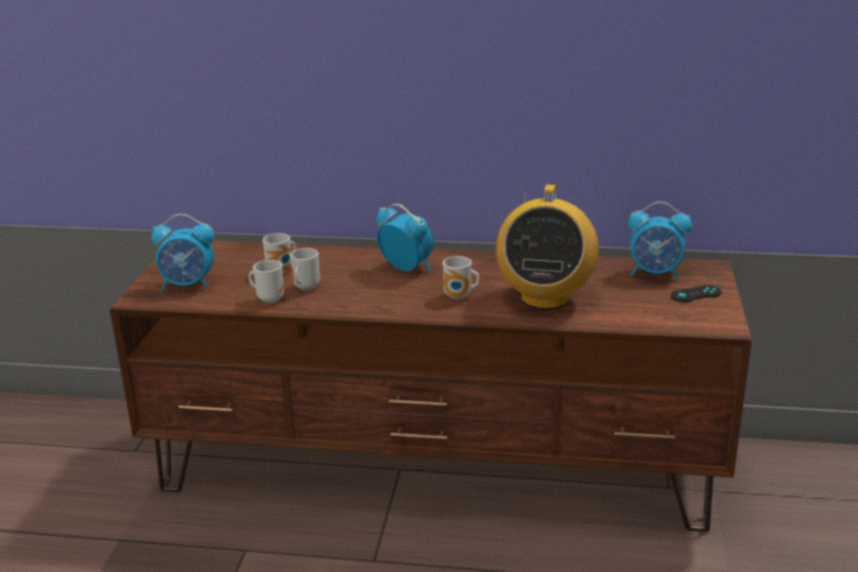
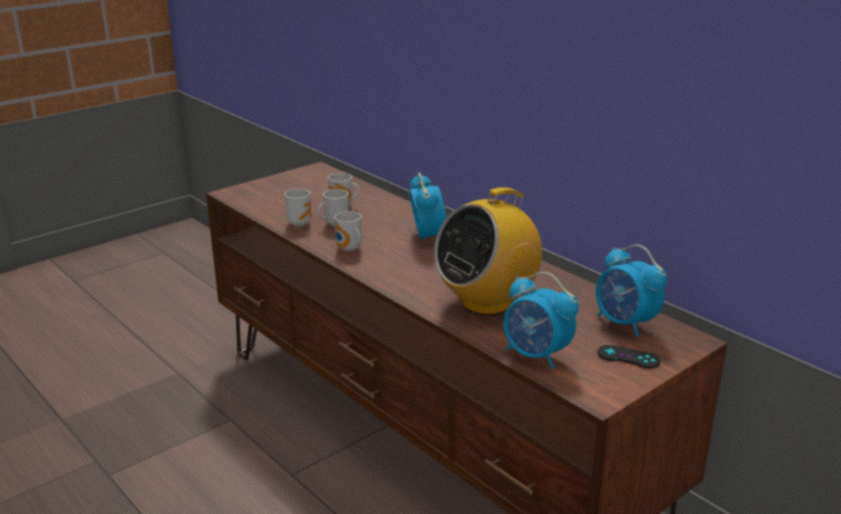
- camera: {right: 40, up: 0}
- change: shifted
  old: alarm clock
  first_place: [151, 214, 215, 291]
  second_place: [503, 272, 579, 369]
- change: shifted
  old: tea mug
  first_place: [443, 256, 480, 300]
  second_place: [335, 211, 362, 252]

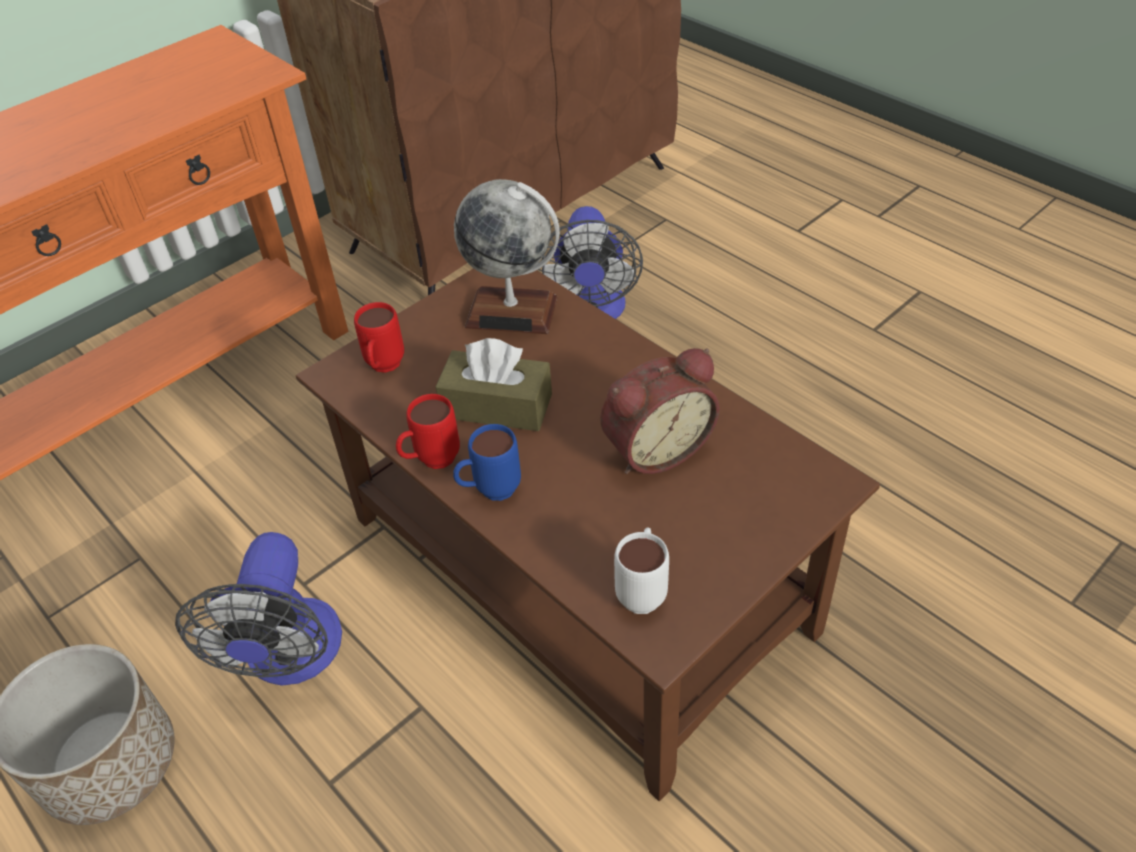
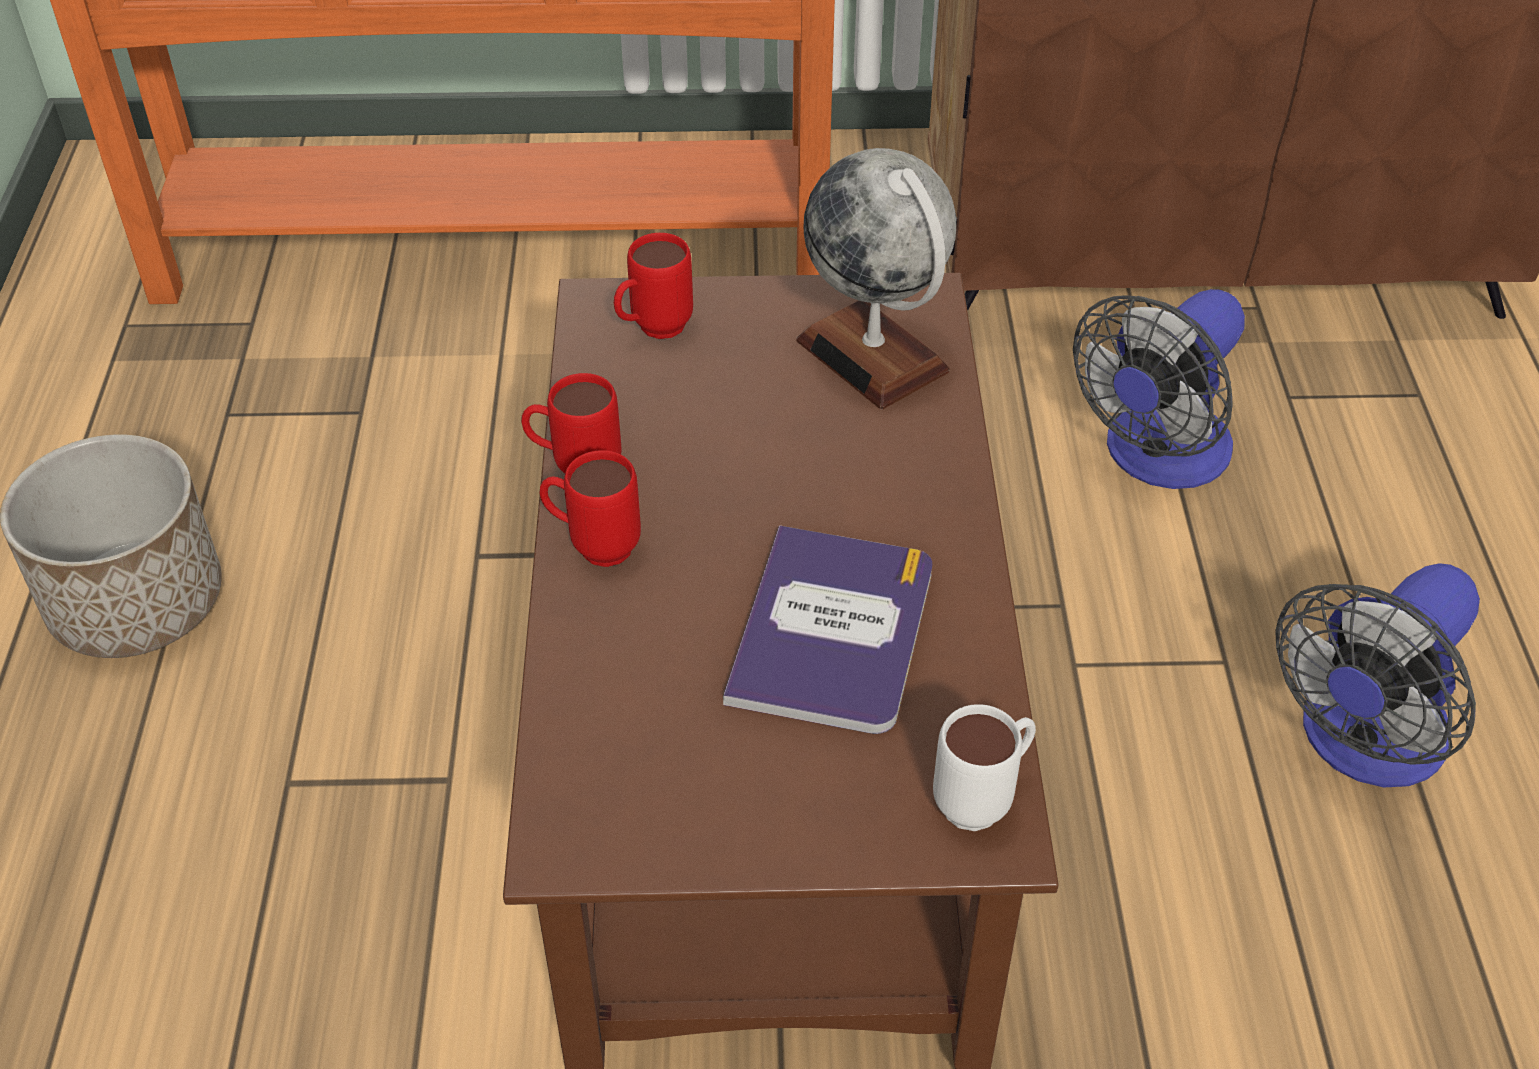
- camera: {right: 40, up: 0}
- change: gone
  old: brown tissue holder
  first_place: [435, 338, 552, 431]
- change: swapped
  old: alarm clock
  new: bound book
  first_place: [600, 348, 720, 474]
  second_place: [723, 525, 932, 734]
- change: repainted
  old: blue tea mug
  new: reddish tea mug
  first_place: [453, 424, 521, 501]
  second_place: [540, 450, 641, 567]
- change: shifted
  old: white tea mug
  first_place: [614, 527, 669, 614]
  second_place: [933, 704, 1036, 831]
- change: shifted
  old: fan
  first_place: [175, 532, 342, 686]
  second_place: [1275, 563, 1480, 787]

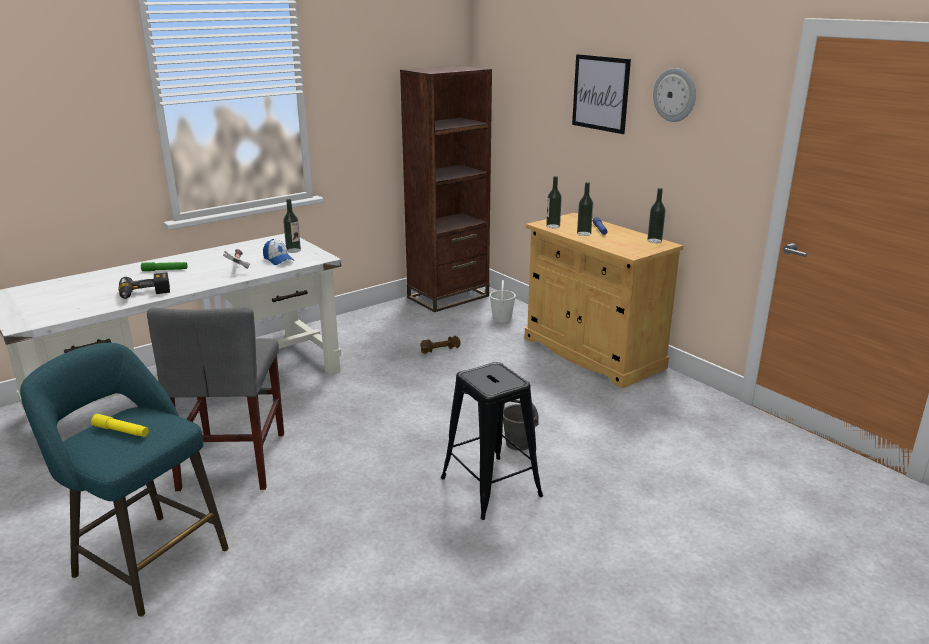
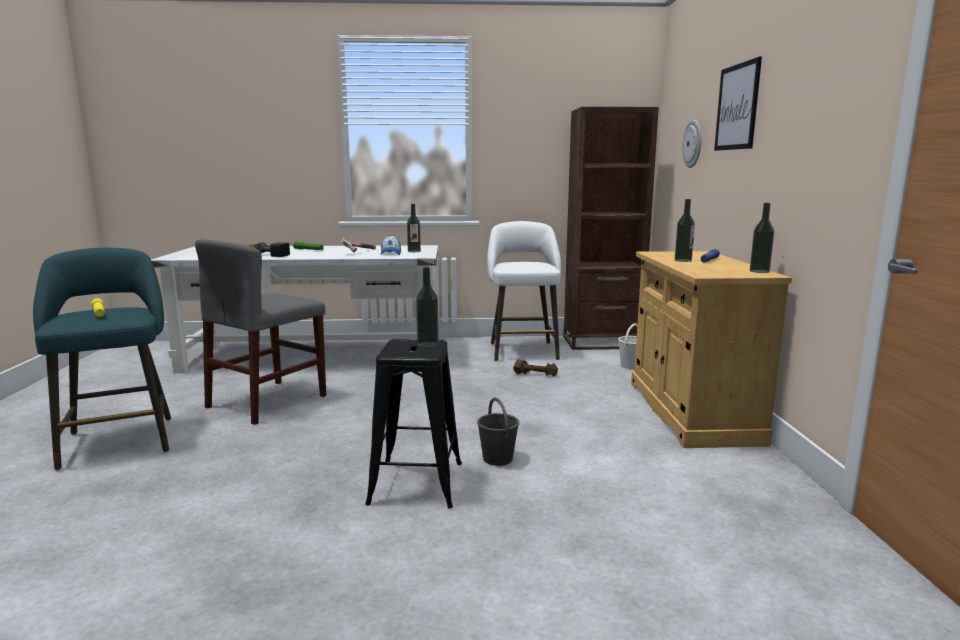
- camera: {right: 35, up: -10}
- change: shifted
  old: hanging clock
  first_place: [653, 68, 696, 122]
  second_place: [682, 120, 701, 168]
- change: shifted
  old: beverage bottle
  first_place: [546, 176, 562, 228]
  second_place: [416, 267, 439, 348]
- change: new
  new: white stool
  second_place: [487, 221, 561, 361]

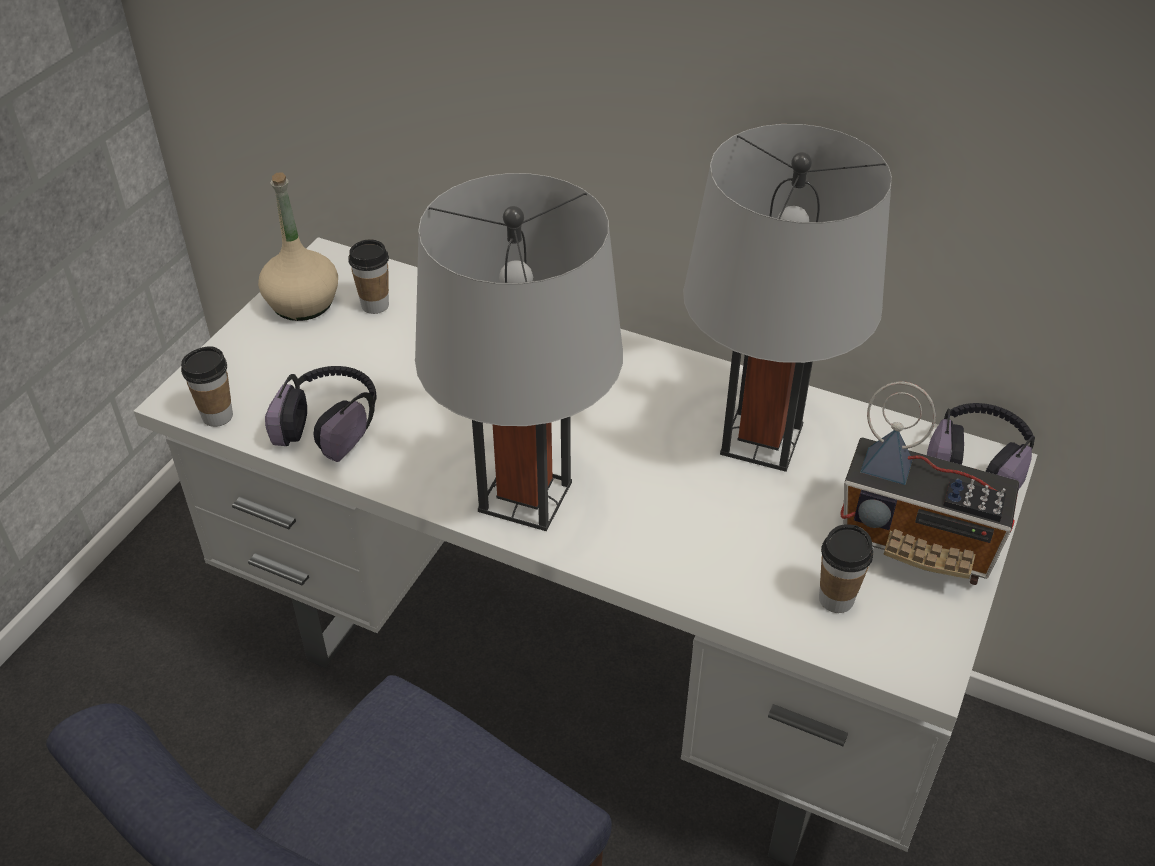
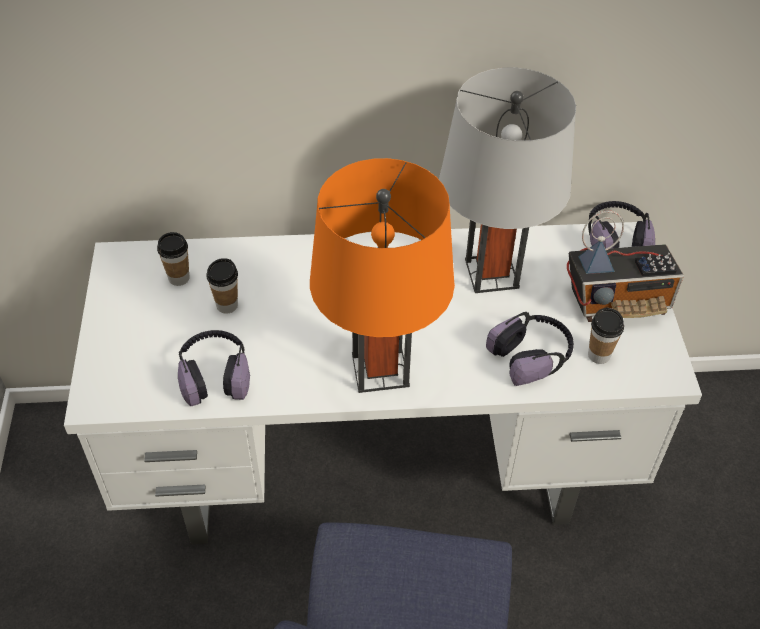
- camera: {right: -30, up: 5}
- change: gone
  old: beige beverage bottle
  first_place: [258, 173, 338, 321]
- change: repainted
  old: gray tabletop lamp
  new: orange tabletop lamp
  first_place: [415, 173, 623, 531]
  second_place: [310, 158, 455, 393]
- change: shifted
  old: cup
  first_place: [181, 346, 233, 427]
  second_place: [206, 258, 238, 314]
- change: new
  new: headphones
  second_place: [486, 312, 574, 386]

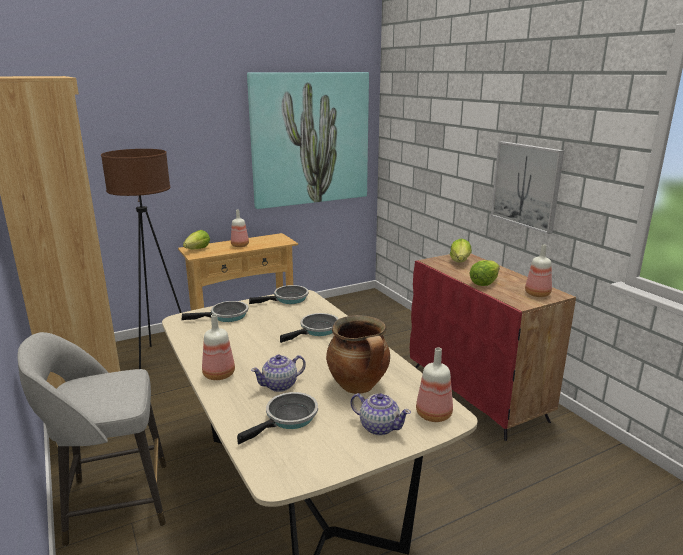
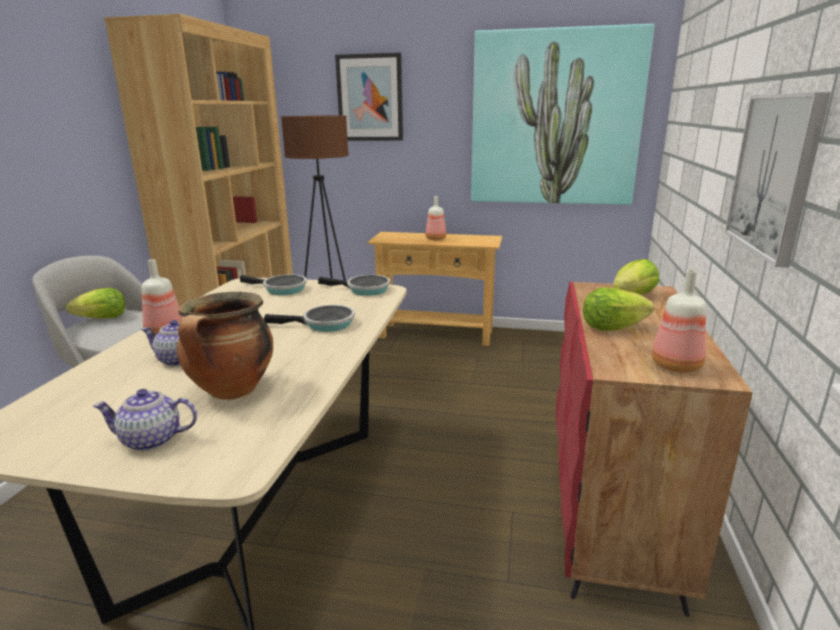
- camera: {right: 40, up: 0}
- change: shifted
  old: lettuce
  first_place: [183, 230, 210, 249]
  second_place: [66, 288, 125, 319]
- change: gone
  old: beverage bottle
  first_place: [416, 347, 453, 422]
- change: gone
  old: frying pan
  first_place: [237, 392, 318, 444]
- change: rotated
  old: pot for tea
  first_place: [351, 393, 411, 436]
  second_place: [93, 389, 197, 451]
  degrees: 105
- change: new
  new: wall picture
  second_place: [335, 53, 403, 141]

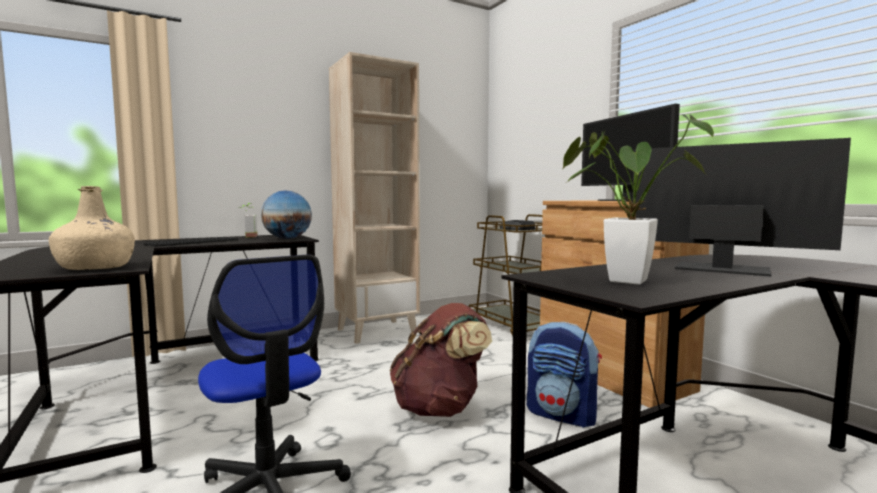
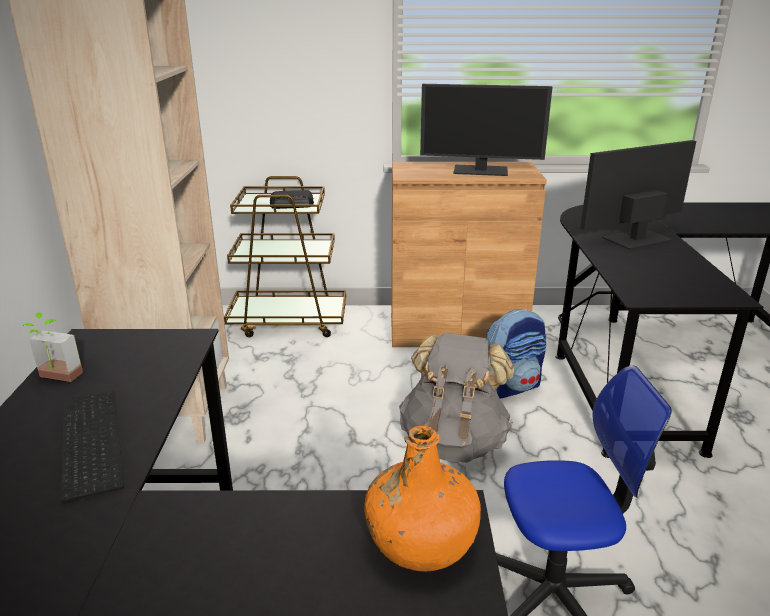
- camera: {right: -60, up: 20}
- change: gone
  old: plant in a pot
  first_place: [563, 114, 714, 285]
- change: repainted
  old: beige beverage bottle
  new: orange beverage bottle
  first_place: [49, 186, 135, 270]
  second_place: [364, 426, 481, 571]
- change: gone
  old: globe
  first_place: [261, 190, 312, 239]
- change: repainted
  old: brown backpack
  new: gray backpack
  first_place: [390, 303, 492, 417]
  second_place: [399, 333, 514, 463]

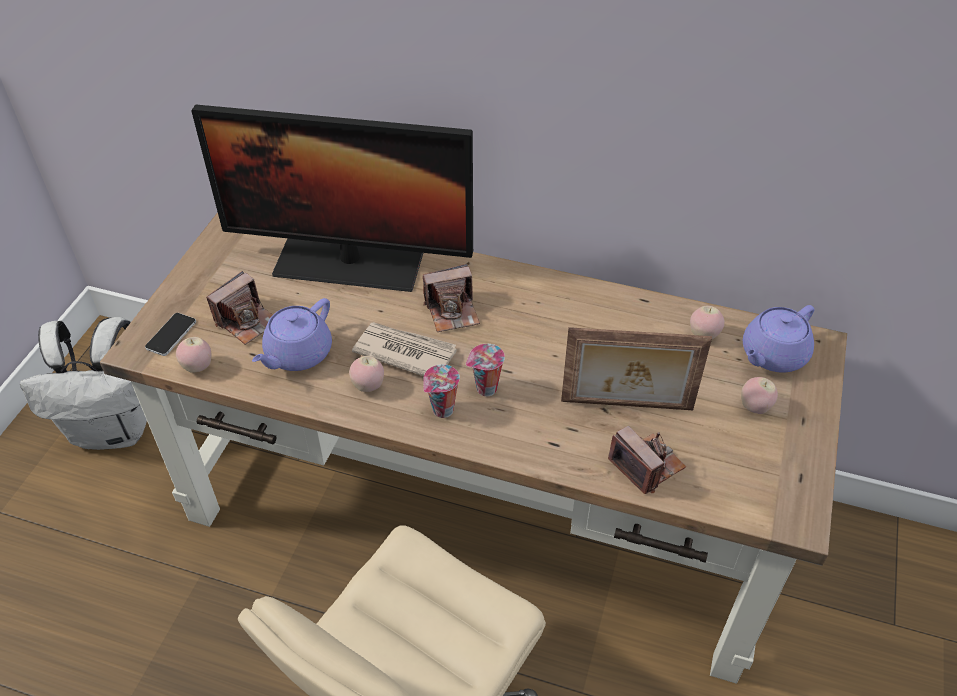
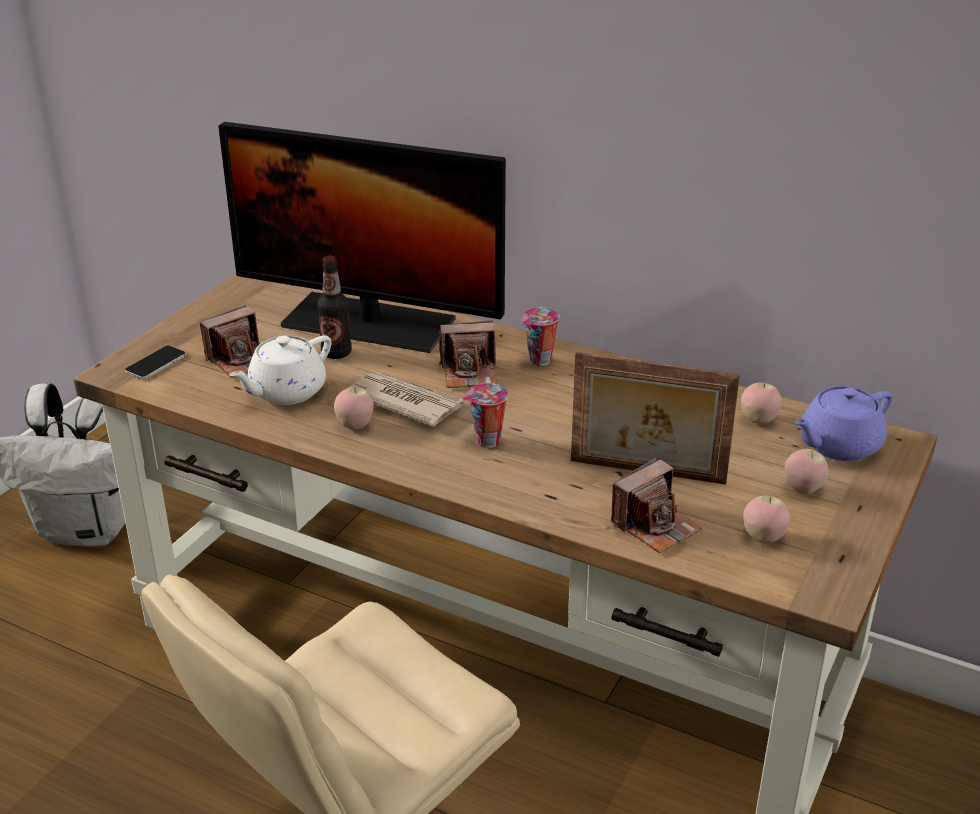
- camera: {right: 10, up: -15}
- change: repainted
  old: purple-coloured pot for tea
  new: white pot for tea
  first_place: [252, 298, 332, 371]
  second_place: [229, 335, 331, 405]
- change: shifted
  old: whole apple
  first_place: [176, 337, 211, 373]
  second_place: [743, 495, 790, 543]
- change: shifted
  old: cup
  first_place: [423, 364, 460, 418]
  second_place: [521, 307, 560, 366]
- change: rotated
  old: still camera
  first_place: [608, 426, 686, 494]
  second_place: [611, 457, 702, 553]
  degrees: 75
- change: new
  new: beverage bottle
  second_place: [317, 256, 352, 359]

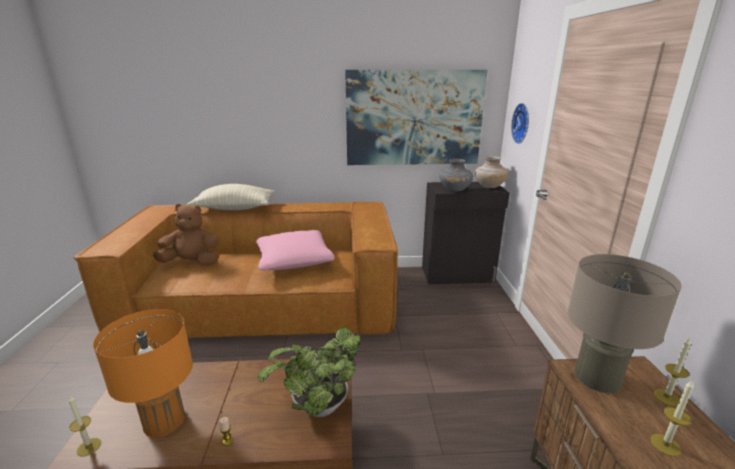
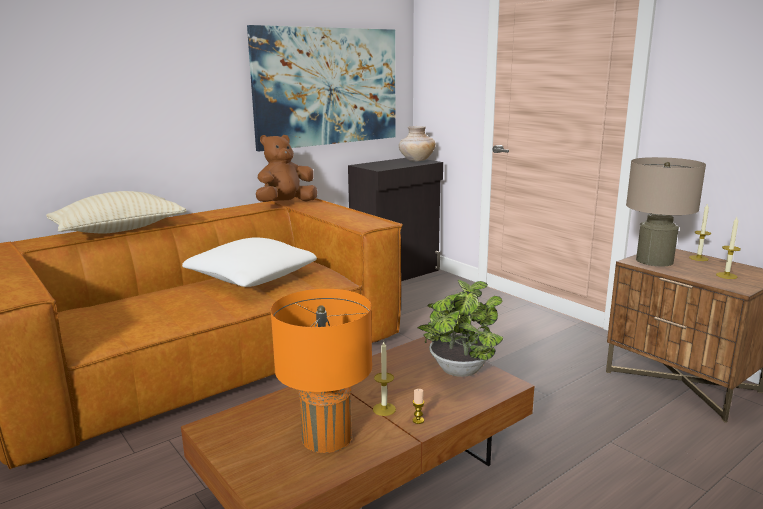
- camera: {right: -35, up: -5}
- change: gone
  old: hanging clock
  first_place: [511, 103, 529, 144]
- change: gone
  old: gray decorative vase
  first_place: [439, 159, 474, 191]
- change: shifted
  old: brown soft toy
  first_place: [153, 204, 219, 266]
  second_place: [256, 135, 317, 202]
- change: repainted
  old: pinkish cushion
  new: white cushion
  first_place: [256, 230, 334, 271]
  second_place: [182, 237, 317, 287]
- change: shifted
  old: wax candle
  first_place: [68, 396, 101, 456]
  second_place: [373, 341, 396, 416]

